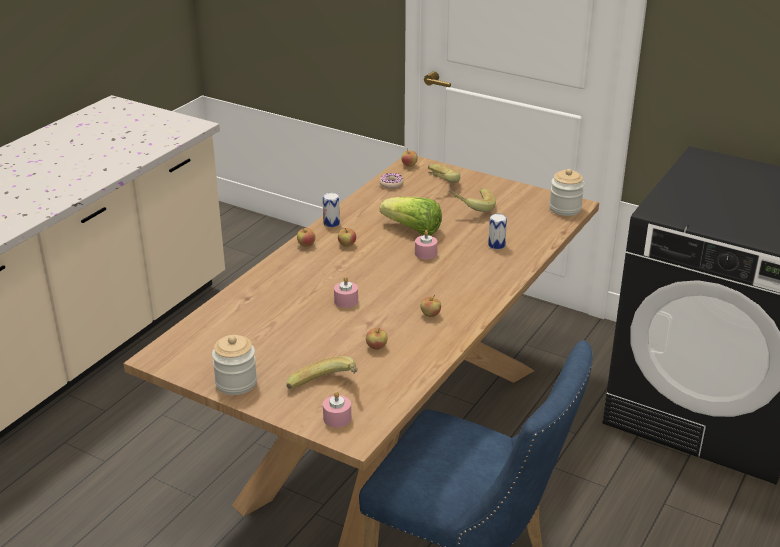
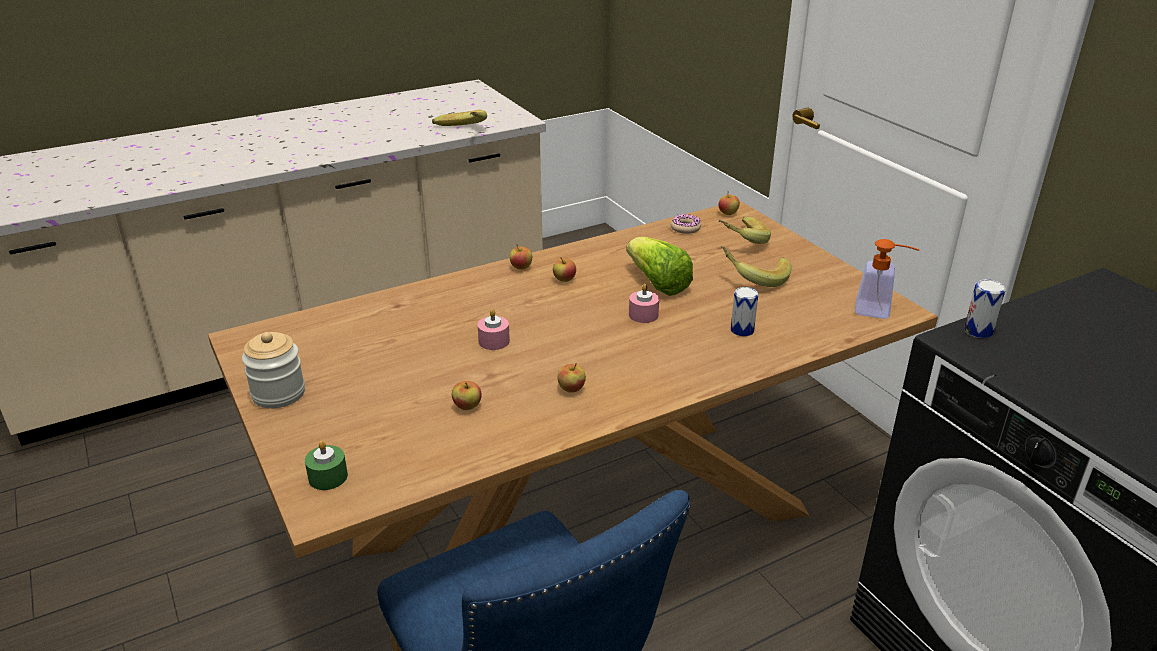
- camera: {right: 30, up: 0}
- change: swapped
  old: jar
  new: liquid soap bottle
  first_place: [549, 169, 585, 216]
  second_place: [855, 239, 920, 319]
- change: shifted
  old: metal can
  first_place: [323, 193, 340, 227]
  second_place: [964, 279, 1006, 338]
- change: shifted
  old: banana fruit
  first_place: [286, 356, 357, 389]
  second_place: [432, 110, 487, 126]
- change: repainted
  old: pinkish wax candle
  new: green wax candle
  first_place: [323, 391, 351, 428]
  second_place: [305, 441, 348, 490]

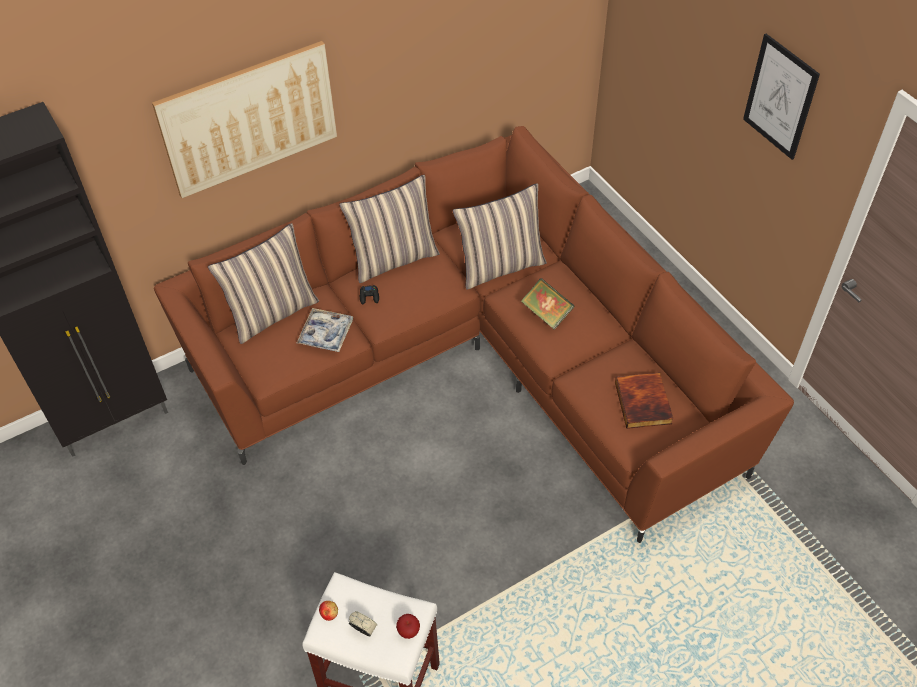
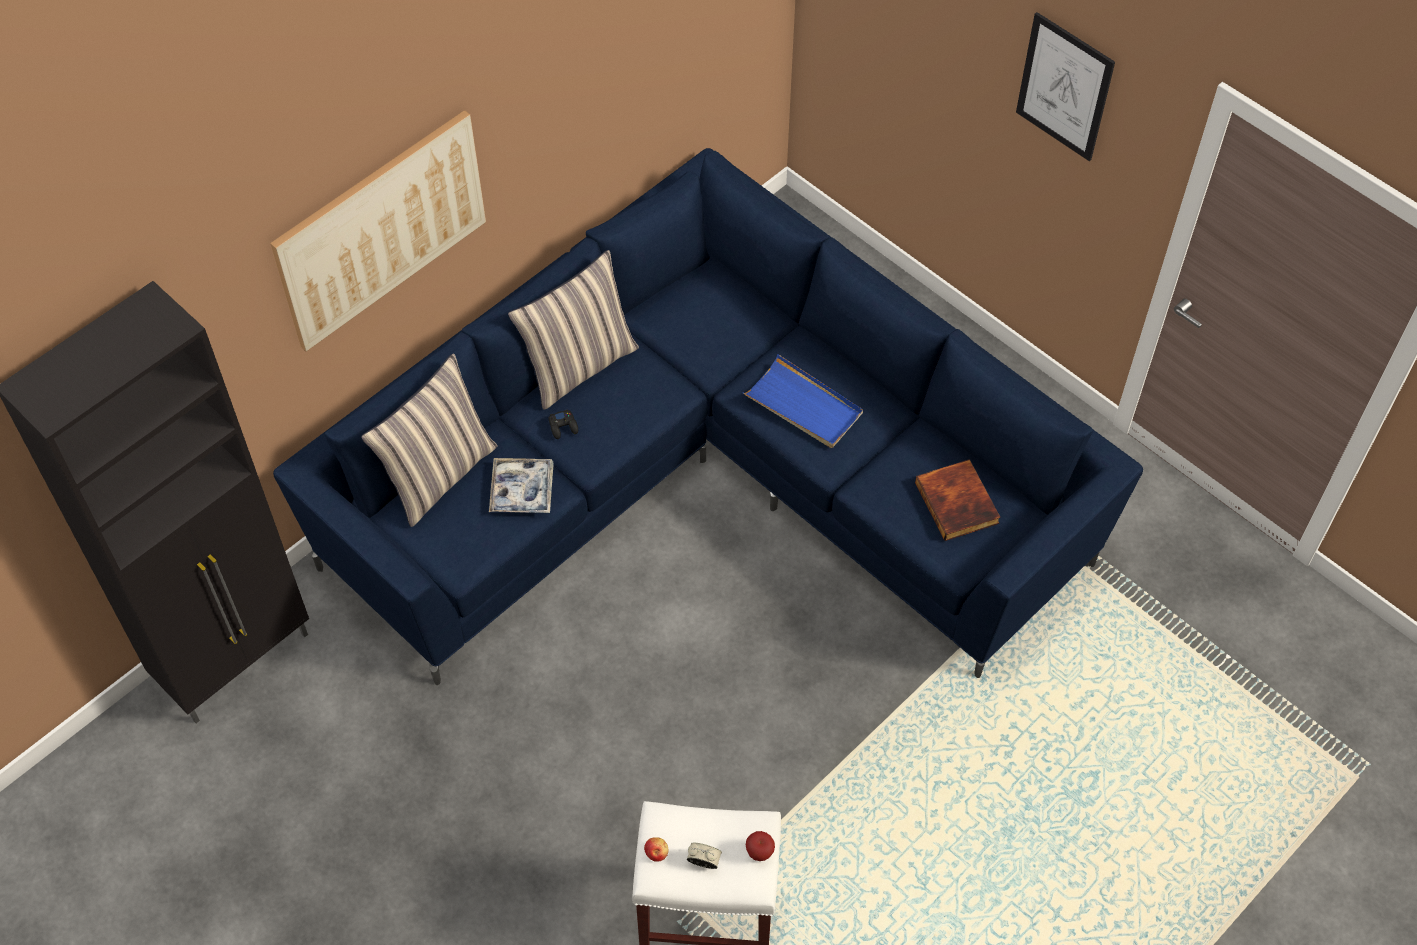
- camera: {right: -15, up: 5}
- change: repainted
  old: brown couch
  new: blue couch
  first_place: [154, 126, 794, 543]
  second_place: [273, 148, 1143, 685]
- change: gone
  old: cushion
  first_place: [453, 183, 547, 290]
- change: swapped
  old: bound book
  new: blue carrying tray
  first_place: [521, 278, 574, 330]
  second_place: [743, 354, 863, 448]

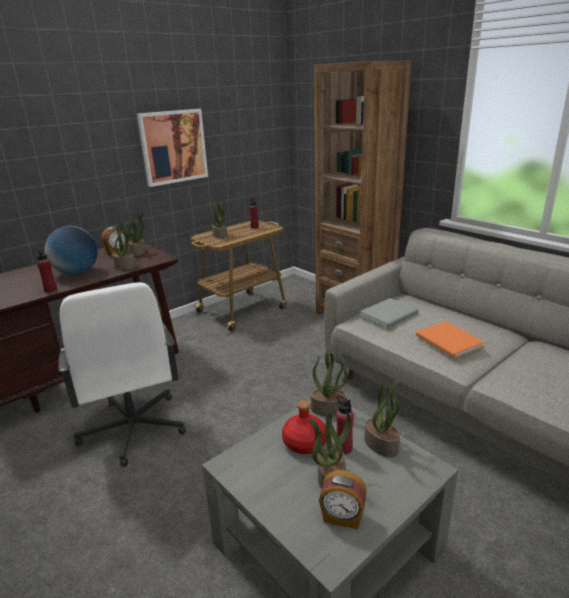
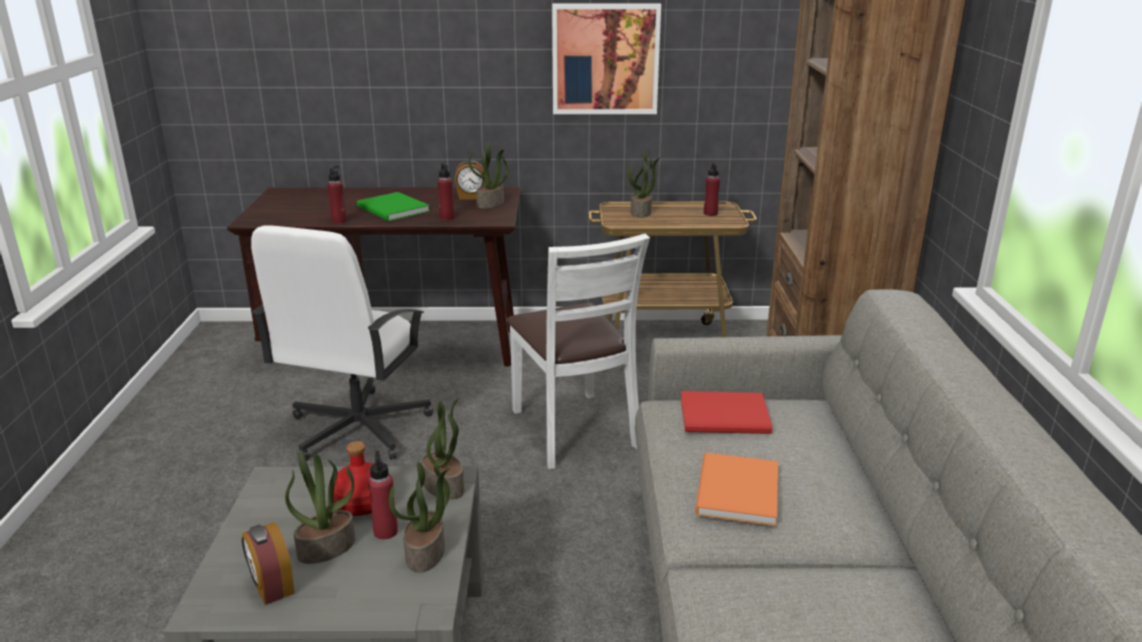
- camera: {right: 40, up: 0}
- change: swapped
  old: plant in a pot
  new: reddish beverage bottle
  first_place: [112, 222, 136, 270]
  second_place: [437, 163, 454, 220]
- change: swapped
  old: globe
  new: green bound book
  first_place: [45, 226, 98, 275]
  second_place: [357, 192, 429, 221]
- change: repainted
  old: gray bound book
  new: reddish bound book
  first_place: [360, 298, 419, 328]
  second_place: [681, 391, 772, 434]
- change: new
  new: white chair
  second_place: [507, 234, 650, 469]

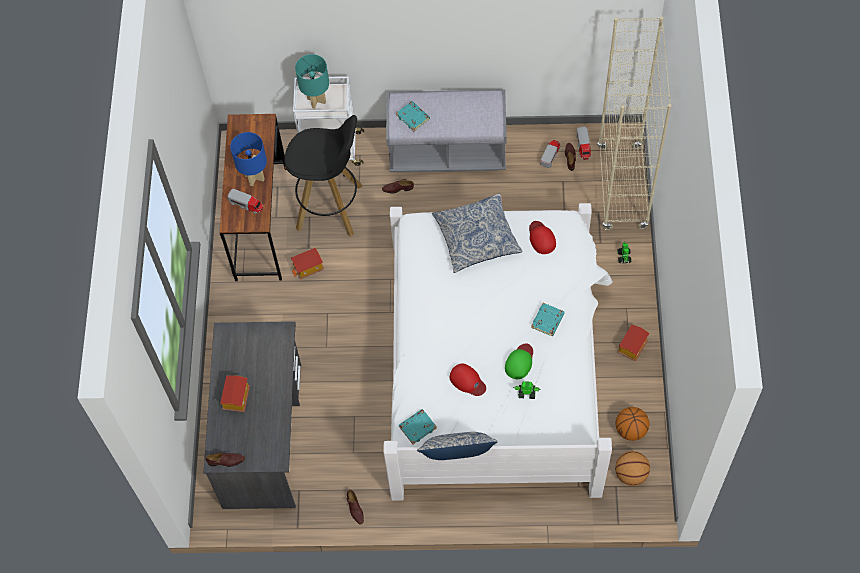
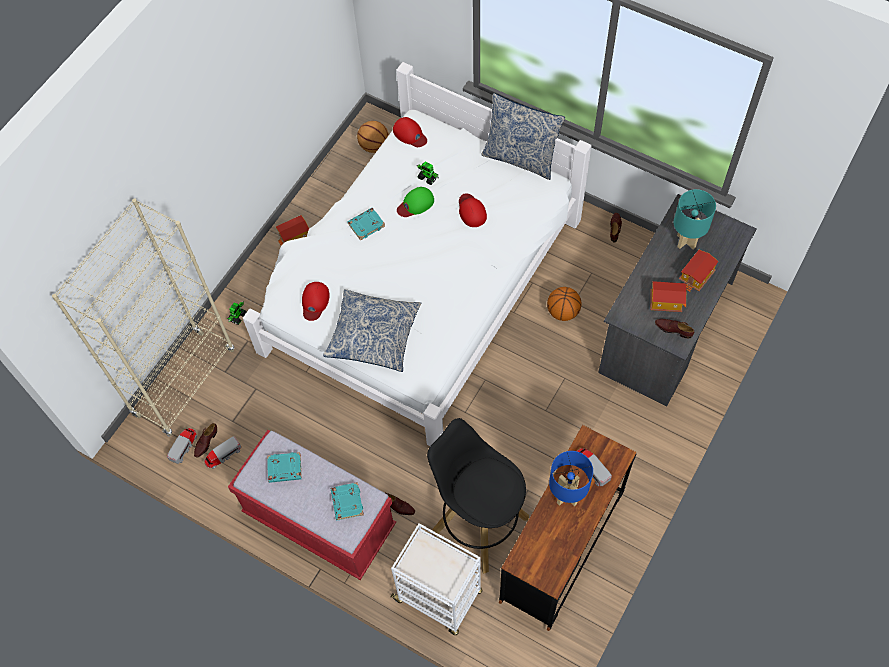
- camera: {right: -150, up: 0}
- change: shifted
  old: turquoise-coloured tabletop lamp
  first_place: [295, 54, 329, 109]
  second_place: [674, 189, 716, 249]
- change: repainted
  old: gray long seat
  new: reddish long seat
  first_place: [386, 89, 507, 173]
  second_place: [228, 430, 396, 580]
- change: shifted
  old: miniature house
  first_place: [291, 247, 324, 279]
  second_place: [650, 281, 686, 312]
- change: shifted
  old: basketball
  first_place: [616, 407, 649, 441]
  second_place: [547, 287, 582, 321]
- change: shifted
  old: turquoise-coloured bound book
  first_place: [399, 409, 437, 445]
  second_place: [267, 452, 302, 483]
- change: shifted
  old: brown low shoe
  first_place: [206, 453, 245, 467]
  second_place: [655, 319, 694, 339]
- change: new
  new: reddish peaked cap
  second_place: [393, 117, 427, 147]

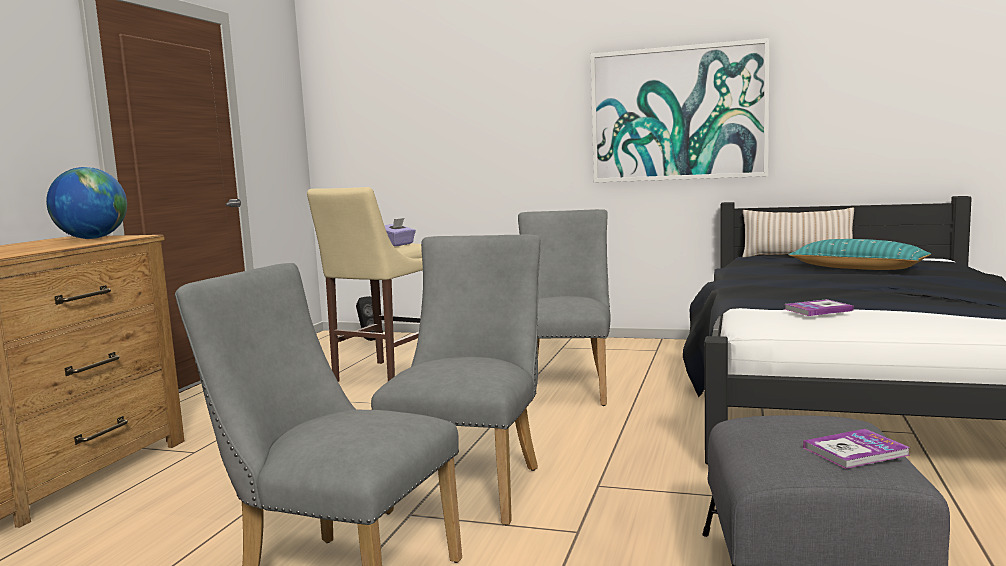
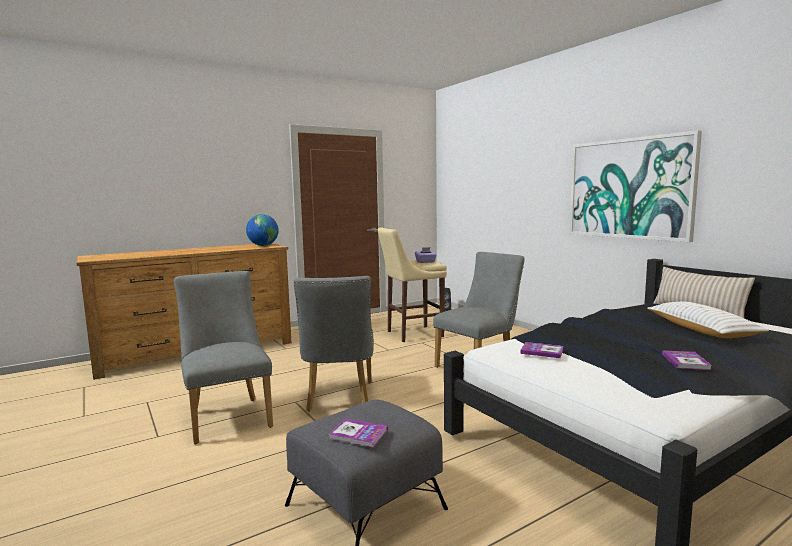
- camera: {right: 40, up: 0}
- change: rotated
  old: gray chair
  first_place: [371, 234, 541, 526]
  second_place: [293, 276, 374, 412]
  degrees: 120
- change: repainted
  old: turquoise-coloured cushion
  new: white cushion
  first_place: [788, 239, 931, 270]
  second_place: [647, 302, 769, 338]
- change: new
  new: bound book
  second_place: [662, 350, 712, 370]

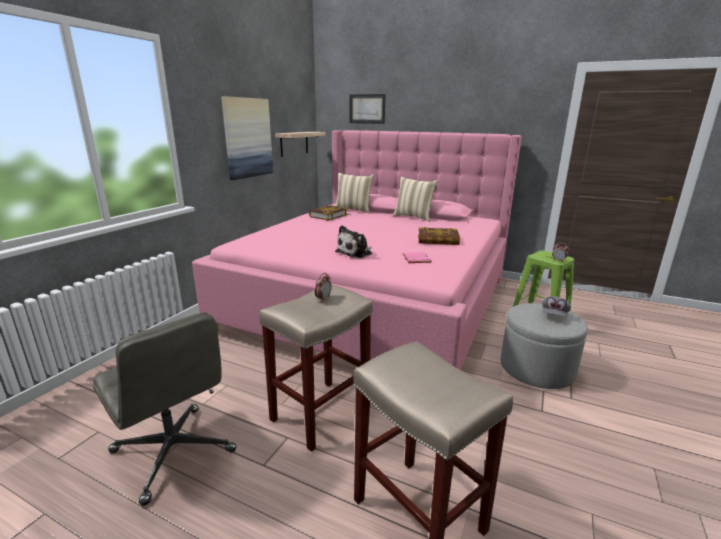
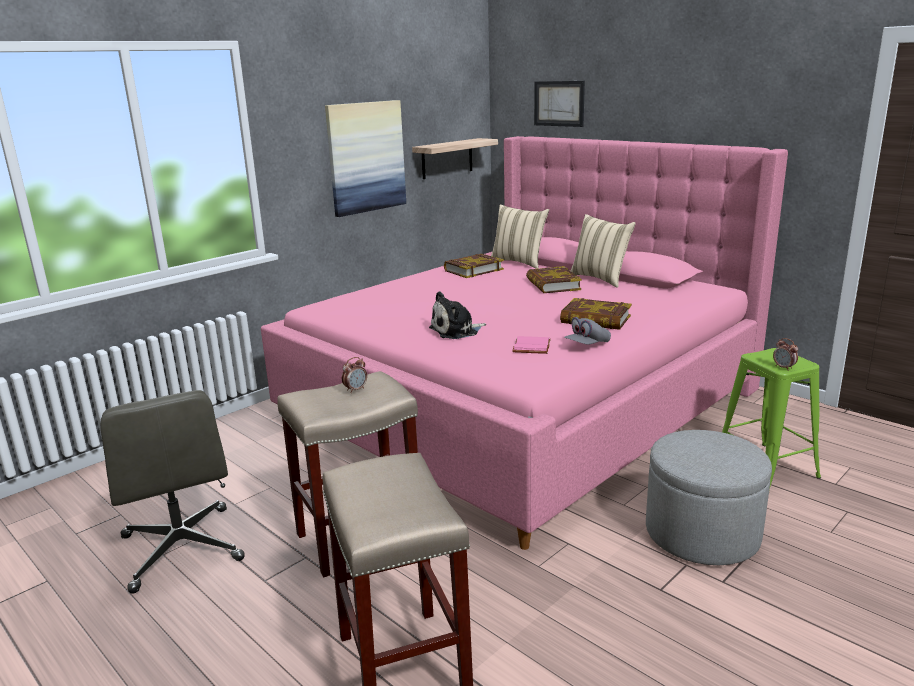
- camera: {right: 20, up: 0}
- change: shifted
  old: gray peaked cap
  first_place: [542, 296, 571, 317]
  second_place: [564, 317, 611, 345]
- change: new
  new: bound book
  second_place: [526, 266, 582, 293]

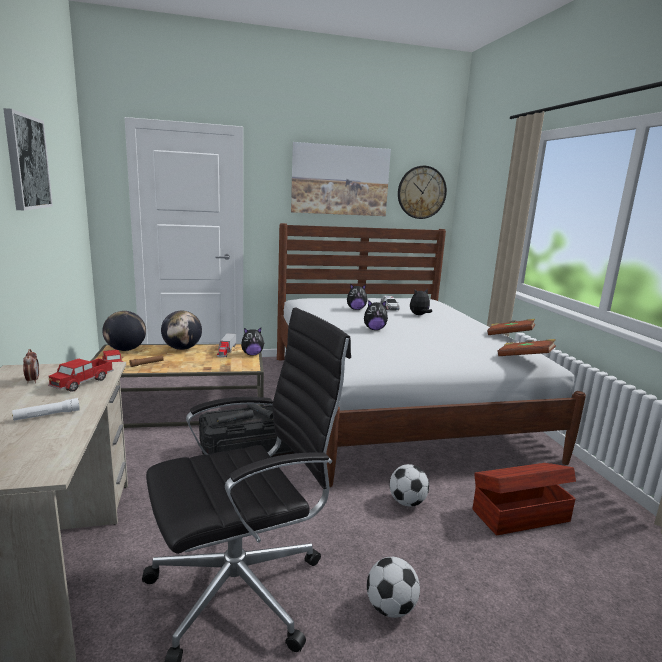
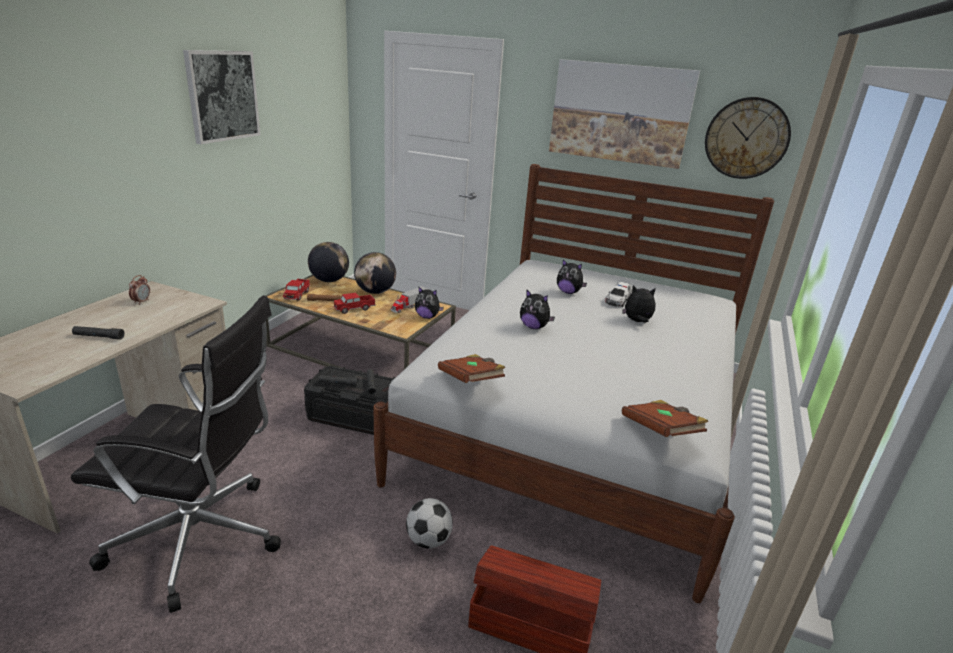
- camera: {right: 35, up: 10}
- change: shifted
  old: brown bound book
  first_place: [487, 318, 535, 335]
  second_place: [438, 354, 505, 383]
- change: shifted
  old: model truck
  first_place: [48, 358, 114, 392]
  second_place: [333, 293, 376, 314]
- change: repainted
  old: white flashlight
  new: blackish flashlight
  first_place: [12, 398, 80, 421]
  second_place: [72, 326, 125, 339]
- change: gone
  old: ball for football
  first_place: [367, 557, 420, 618]

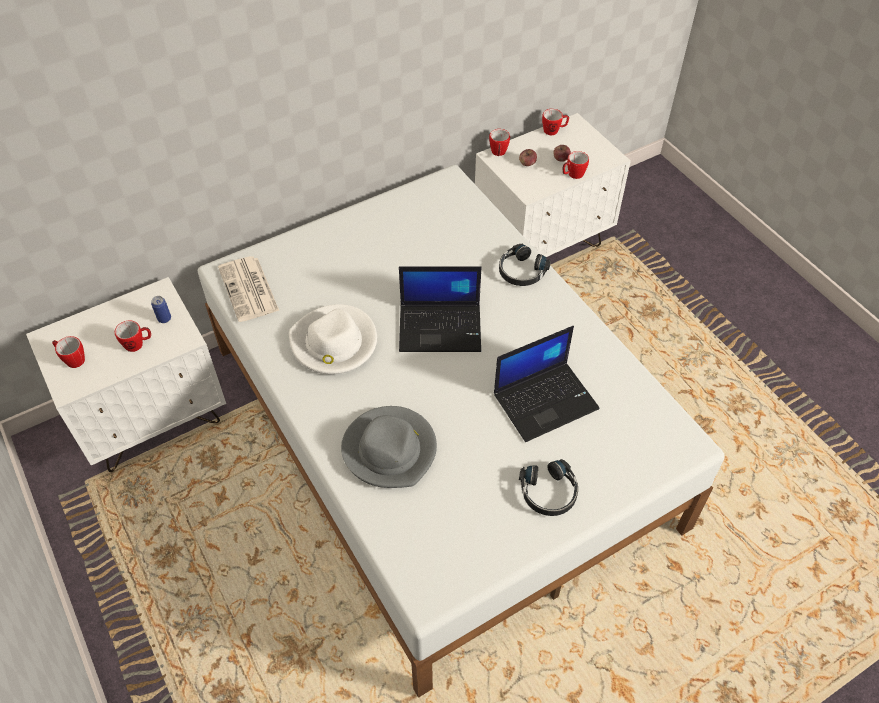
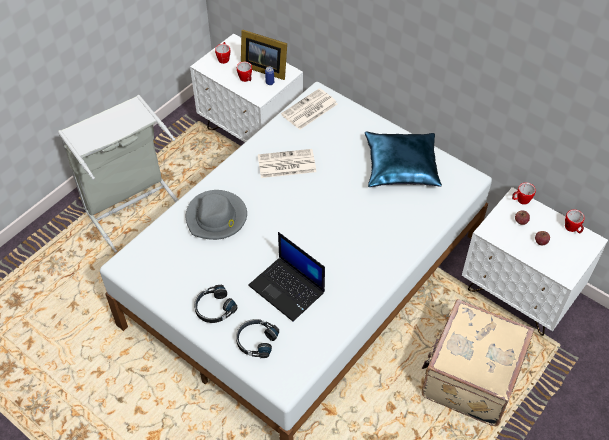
- camera: {right: 70, up: 0}
- change: gone
  old: tea mug
  first_place: [563, 151, 589, 179]
- change: shifted
  old: blackish headphones
  first_place: [499, 244, 551, 286]
  second_place: [236, 319, 279, 358]
- change: gone
  old: laptop
  first_place: [399, 266, 482, 352]
- change: swapped
  old: white clothing hat
  new: newspaper
  first_place: [289, 304, 377, 374]
  second_place: [258, 149, 316, 178]
- change: new
  new: photo frame
  second_place: [241, 30, 287, 80]
- change: new
  new: gray washing basket
  second_place: [58, 95, 179, 253]
- change: new
  new: blue cushion
  second_place: [365, 131, 442, 187]
- change: new
  new: beige travel case
  second_place: [421, 299, 534, 426]

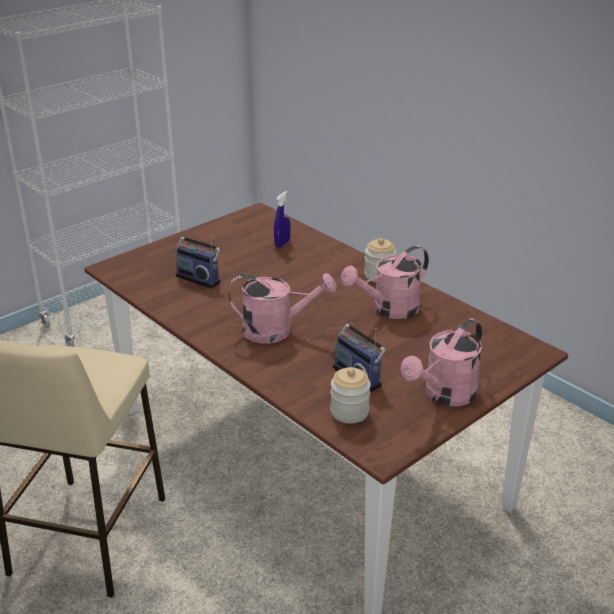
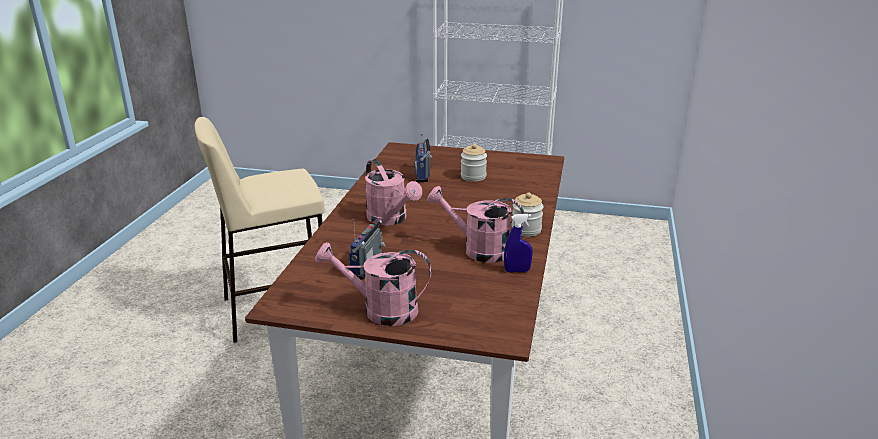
- camera: {right: 55, up: -5}
- change: shifted
  old: blue spray bottle
  first_place: [274, 191, 291, 248]
  second_place: [504, 214, 533, 272]
- change: shifted
  old: jar
  first_place: [330, 367, 371, 424]
  second_place: [461, 144, 487, 182]

